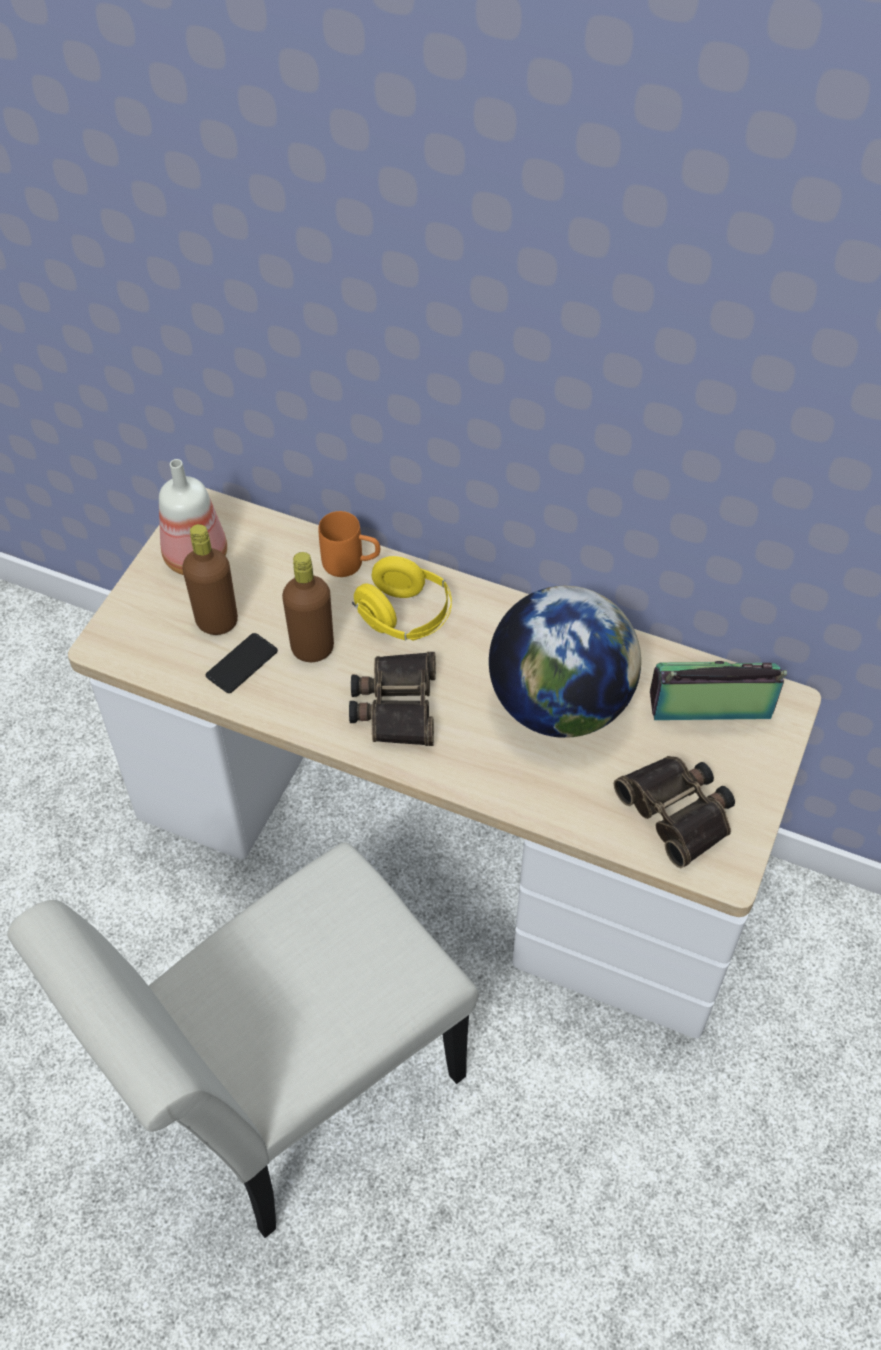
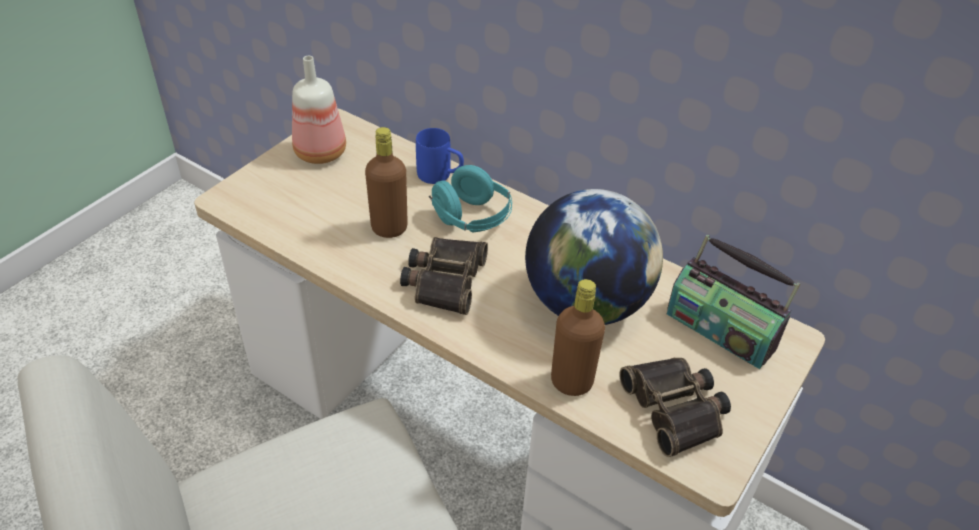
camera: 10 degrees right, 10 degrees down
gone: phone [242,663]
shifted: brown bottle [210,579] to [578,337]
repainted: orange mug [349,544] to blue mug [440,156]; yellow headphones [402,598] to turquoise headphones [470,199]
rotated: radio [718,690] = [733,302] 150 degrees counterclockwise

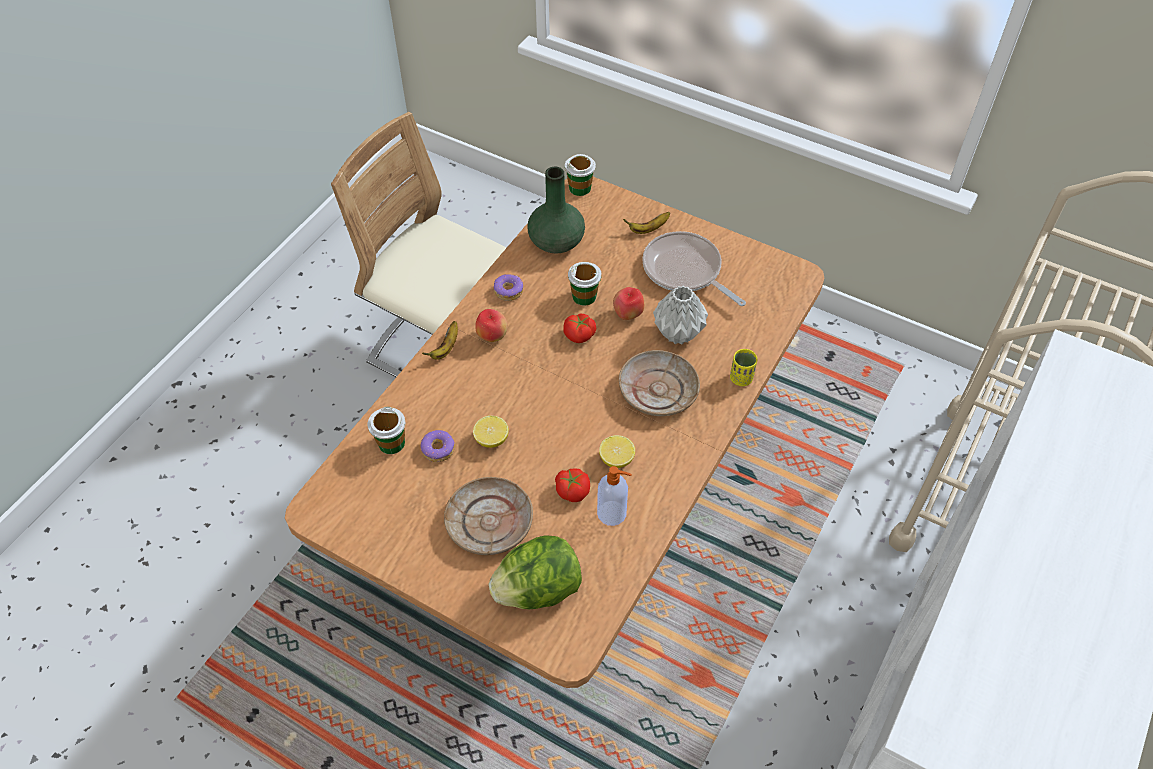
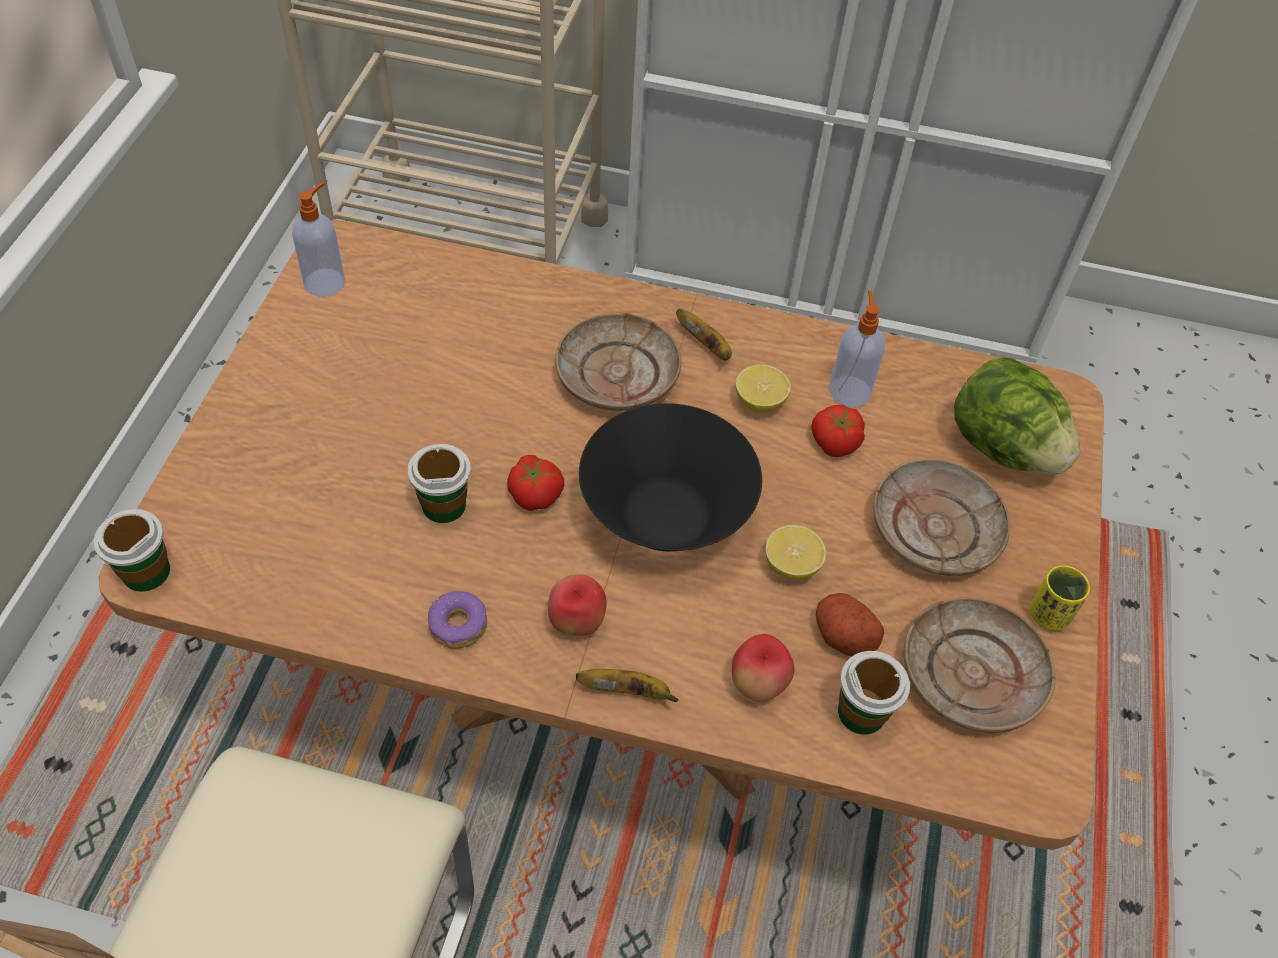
camera: 110 degrees left, 0 degrees up
gone: green vase [556,210]; frying pan [694,268]; grey vase [680,315]
new: soap dispenser [318,239]; black bowl [670,477]; beige plate [980,665]
shifted: banana [646,223] to [704,335]; apple [628,303] to [763,668]; yellow cup [744,367] to [1060,598]
swapped: donut [438,446] to potato [850,625]

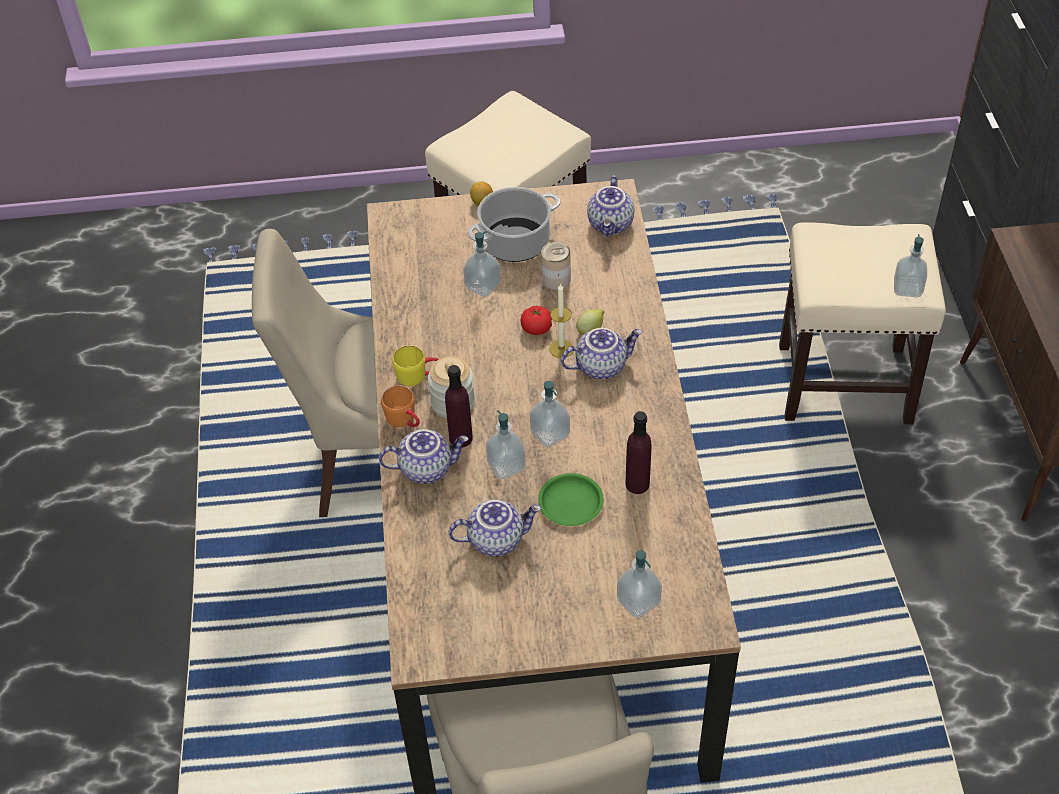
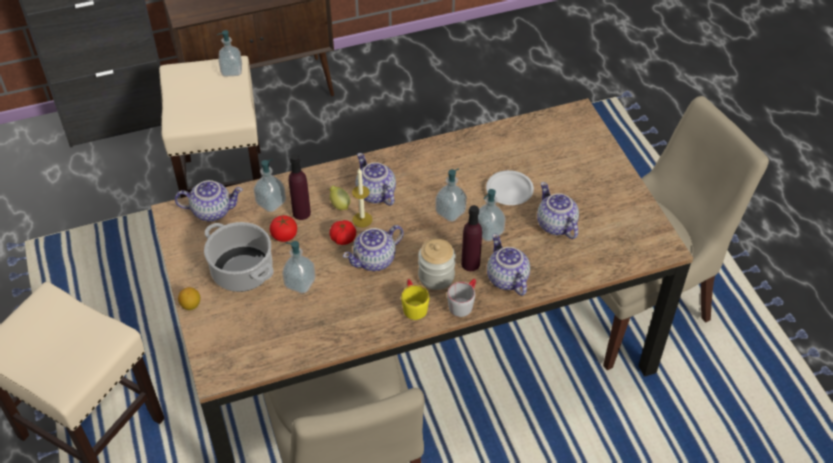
camera: 105 degrees left, 0 degrees up
new: teapot [373,248]
shifted: soap dispenser [639,584] to [270,185]; purple bottle [638,452] to [300,187]
swapped: can [556,266] to tomato [283,228]
repainted: orange mug [400,406] to grey mug [461,298]; green plate [571,499] to white plate [510,187]

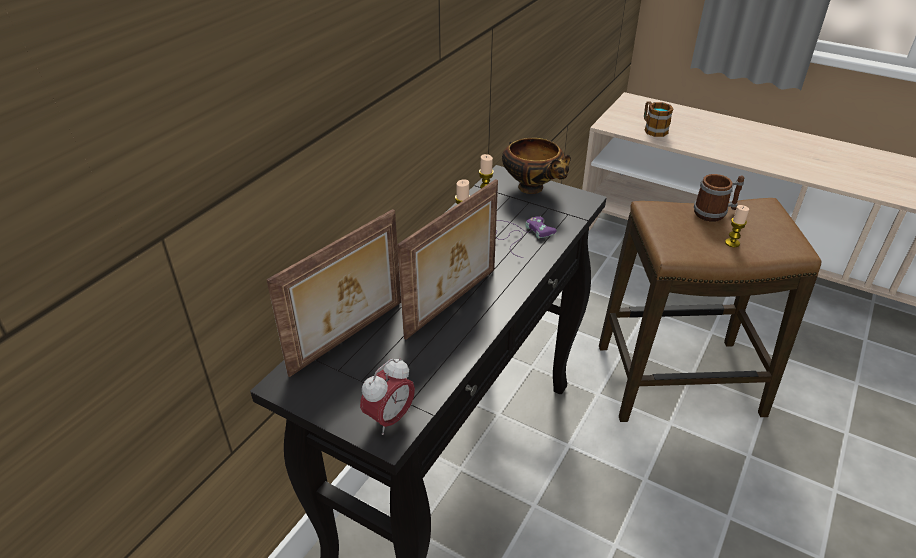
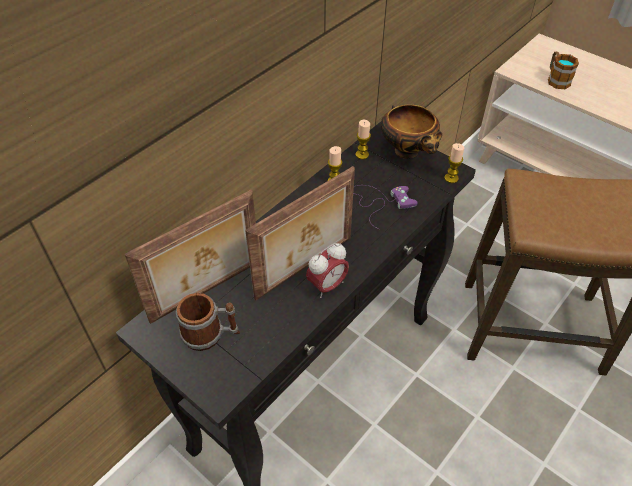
camera: 10 degrees right, 10 degrees up
shifted: mug [719,198] to [208,322]; alarm clock [387,396] to [327,270]; candle [737,226] to [454,163]

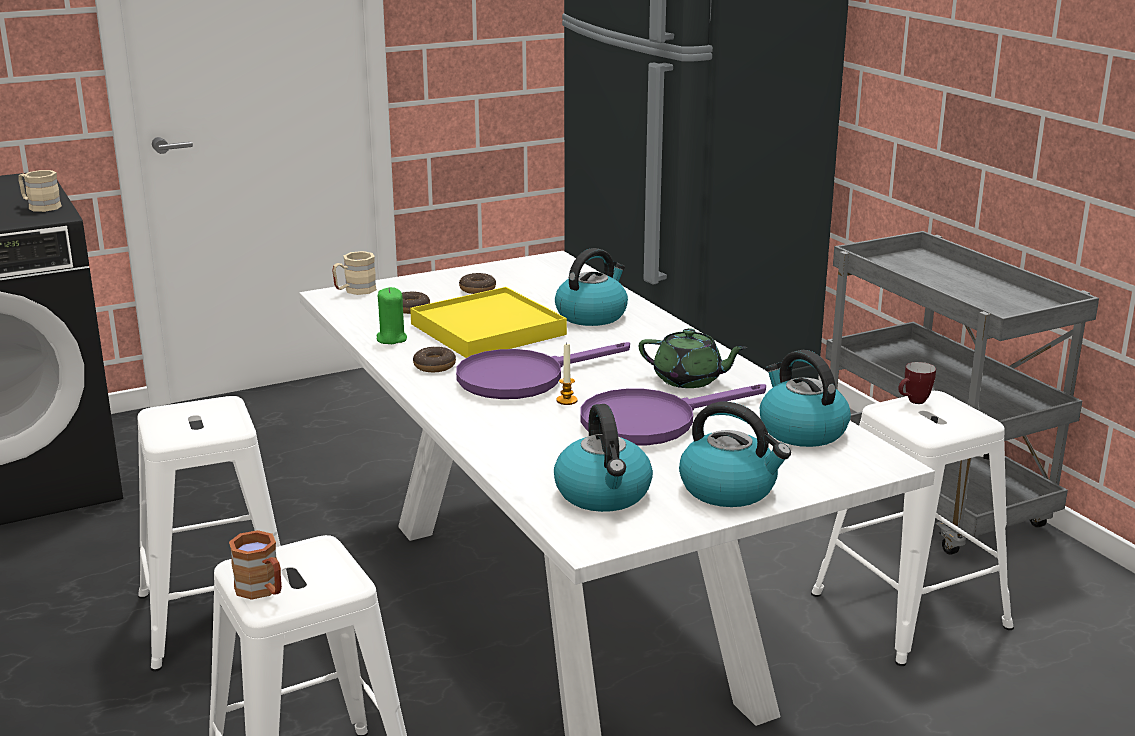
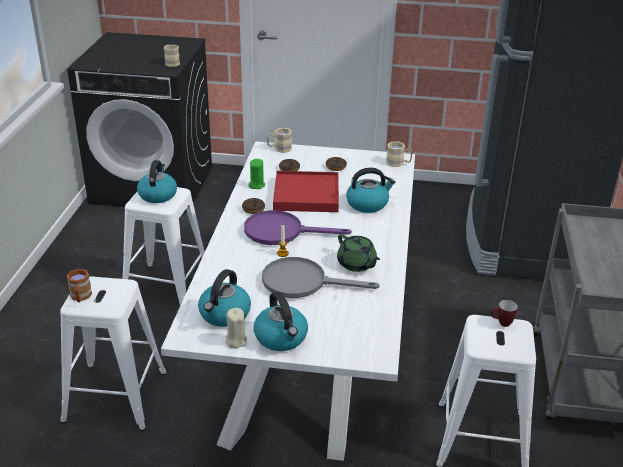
camera: 35 degrees right, 10 degrees up
new: beige candle [236,328]; beige mug [399,154]
shifted: kettle [805,398] to [157,181]
repainted: purple frying pan [673,414] to grey frying pan [321,277]; yellow tray [488,322] to red tray [306,191]

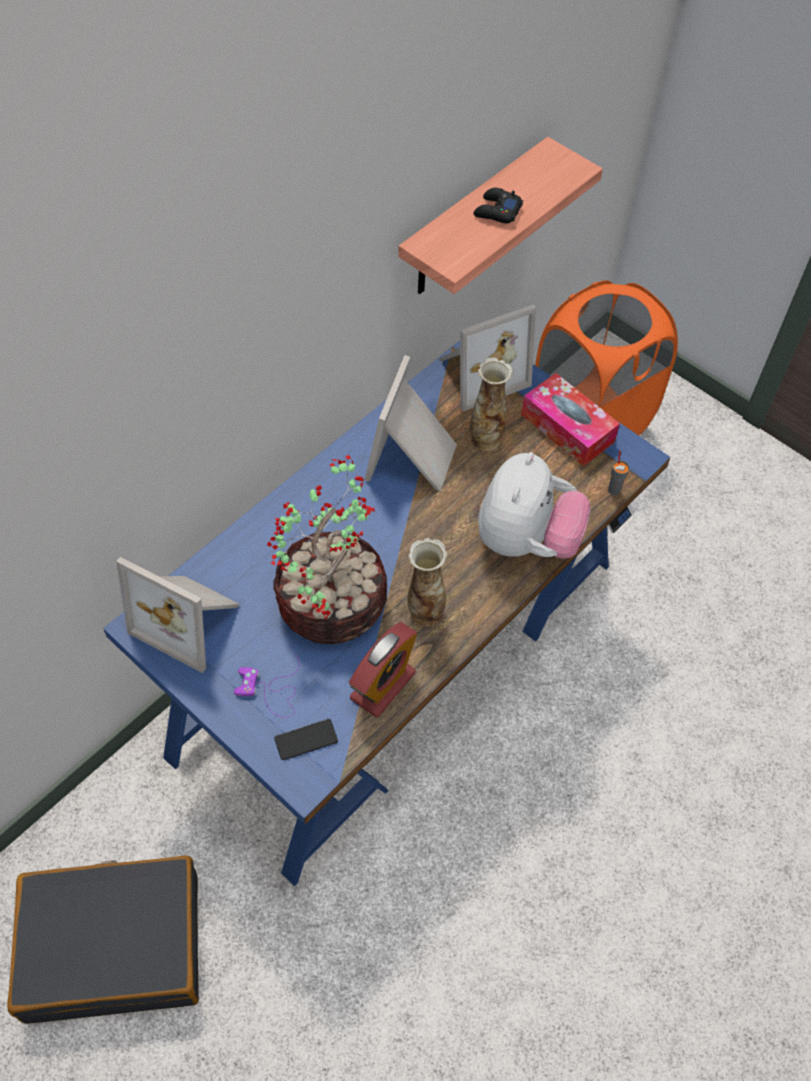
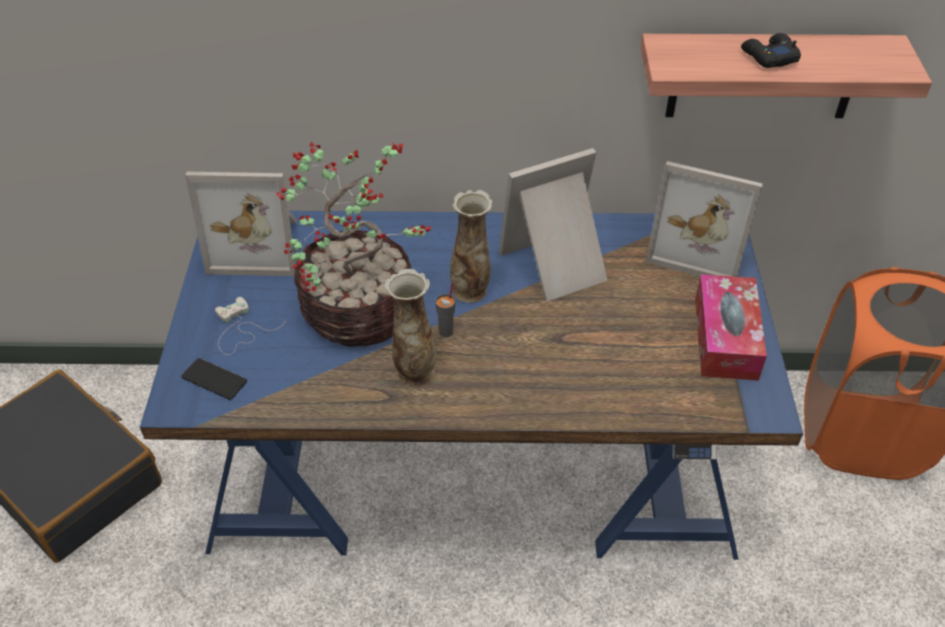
camera: 50 degrees right, 10 degrees down
gone: alarm clock [383,670]; plush toy [534,505]
shifted: grey cup [619,472] to [445,310]; vase [491,404] to [471,246]
repainted: purple game controller [266,687] to white game controller [250,326]
rotated: picture frame [178,615] = [241,224] 75 degrees counterclockwise

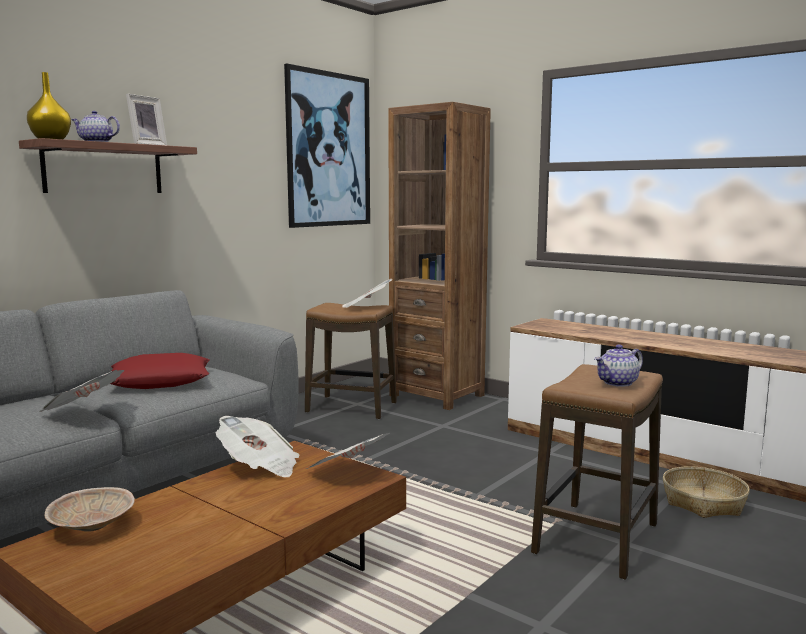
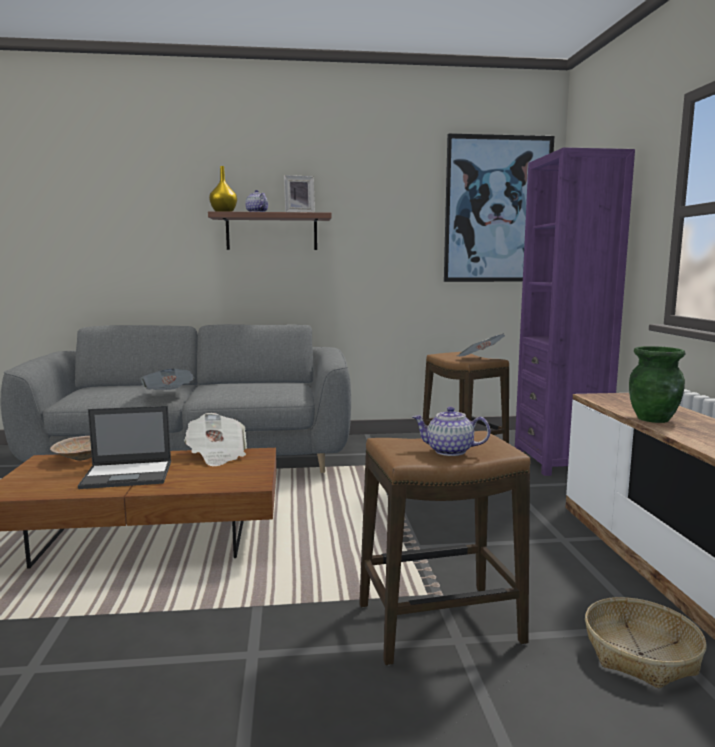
camera: 45 degrees right, 0 degrees up
gone: red pillow [160,371]; newspaper [348,451]
new: laptop [124,447]; green vase [657,384]
repainted: brown bookcase [439,256] to purple bookcase [575,311]

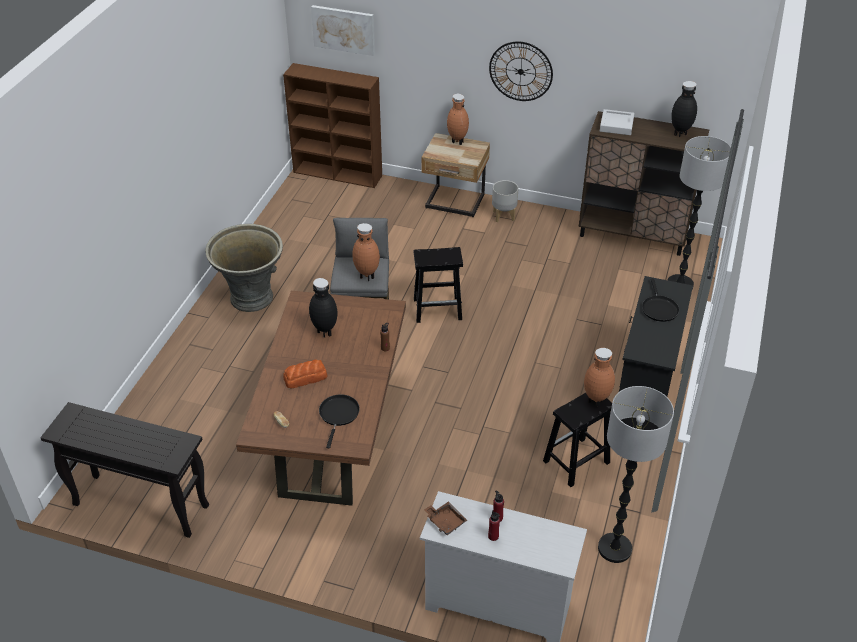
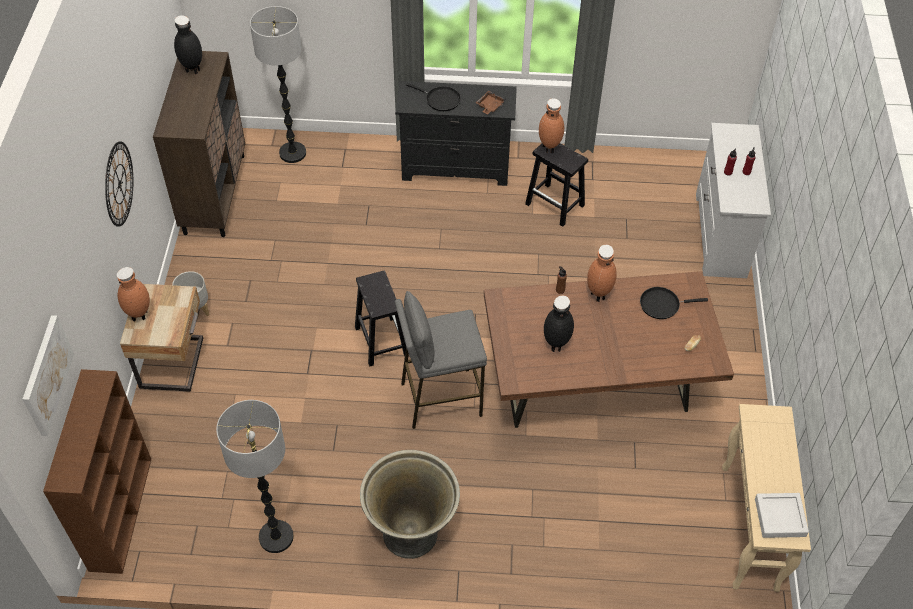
camera: 105 degrees left, 10 degrees up
gone: bread [305,373]
shifted: floor lamp [636,474] to [255,476]; brown tray [445,518] to [491,102]; brown vase [366,252] to [602,273]; grey tray [617,122] to [782,515]
repainted: black console table [124,470] to beige console table [766,498]
rotated: black frying pan [660,300] = [433,97] 45 degrees clockwise

